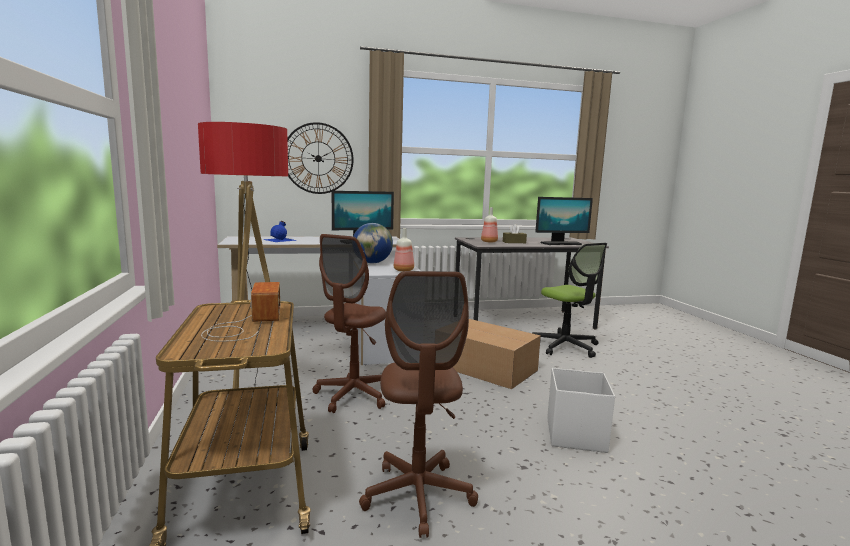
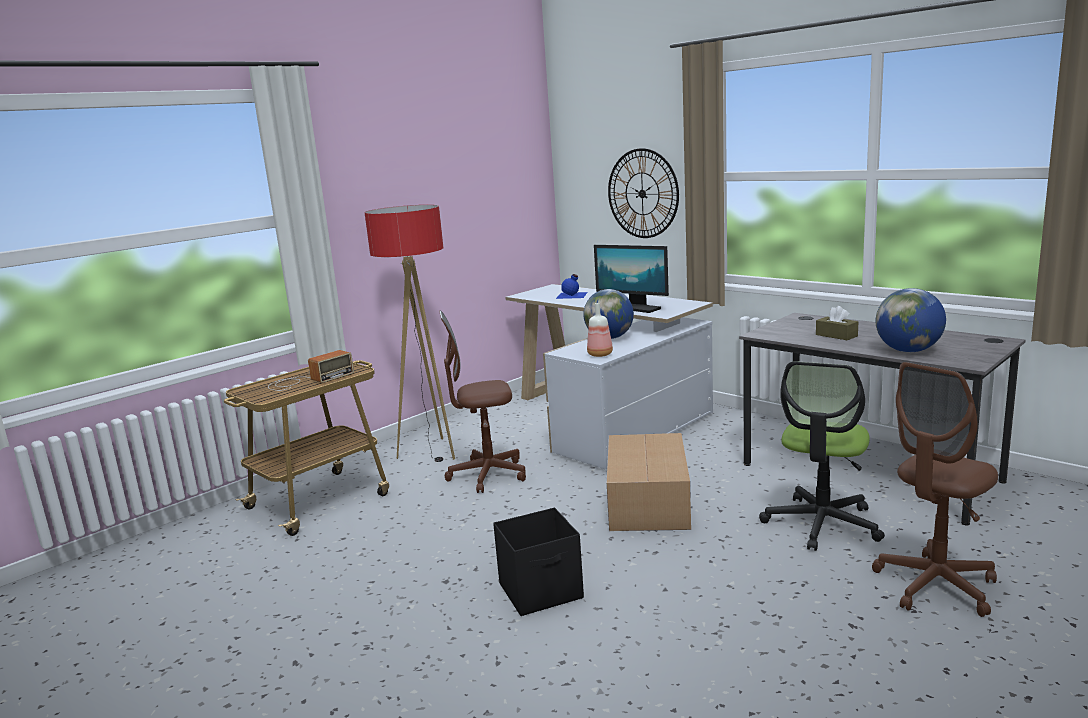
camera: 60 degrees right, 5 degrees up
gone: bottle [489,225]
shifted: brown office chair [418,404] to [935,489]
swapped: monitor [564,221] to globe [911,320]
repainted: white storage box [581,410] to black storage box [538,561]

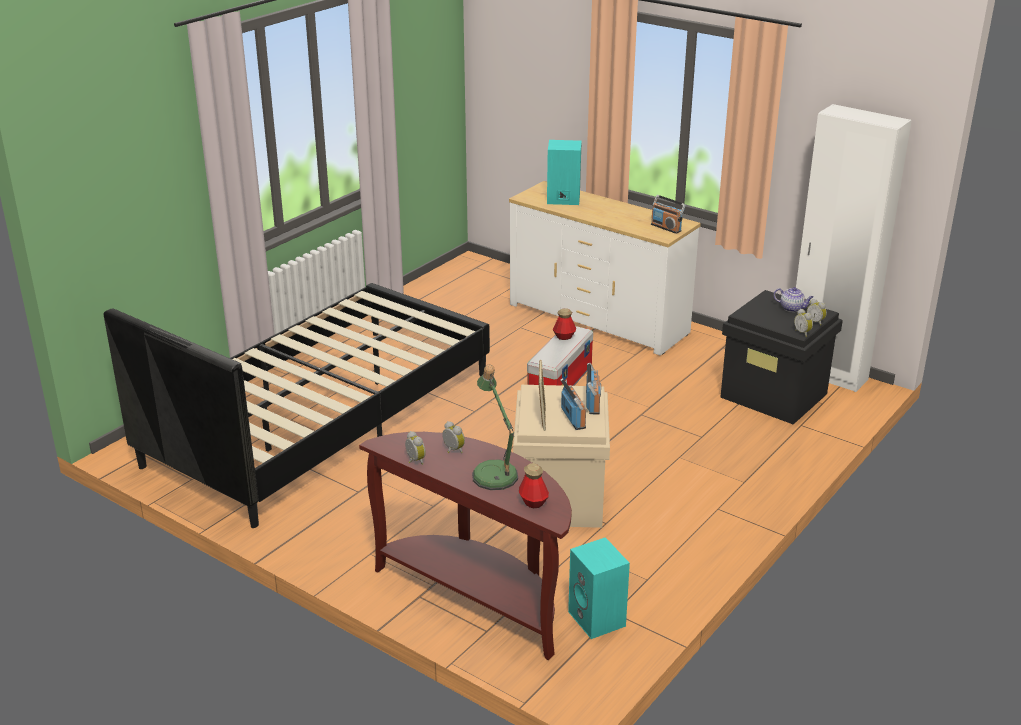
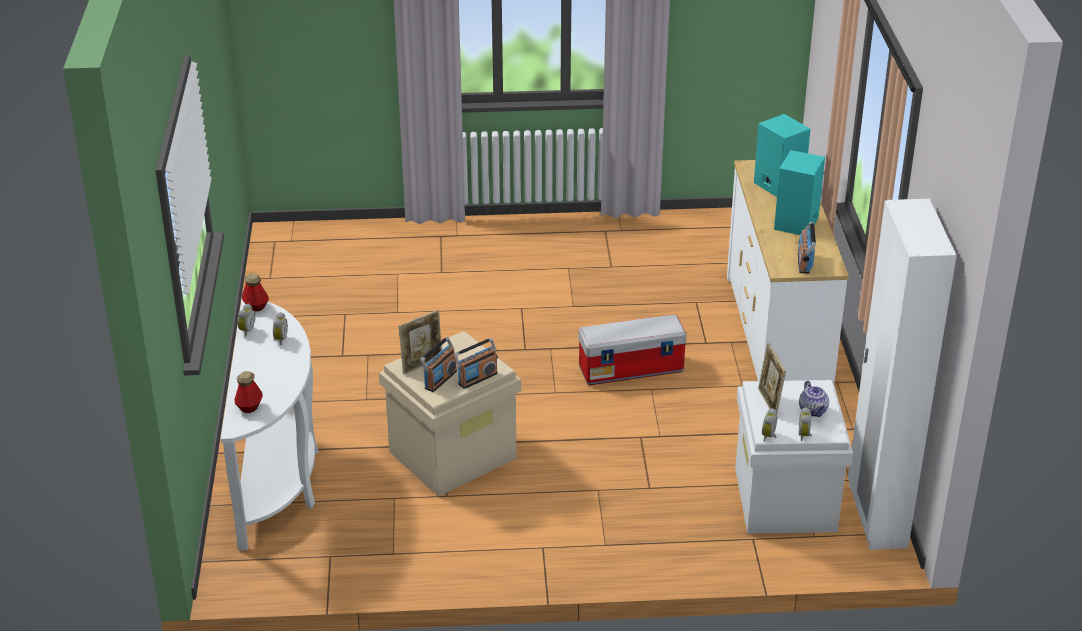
camera: 50 degrees right, 5 degrees up
gone: black bed [297,405]; table lamp [495,427]
new: picture frame [772,377]
shifted: bottle [564,324] to [255,292]; turquoise speaker [599,588] to [799,192]
repainted: brown console table [465,546] to white console table [270,424]; black storage box [781,357] to white storage box [794,457]

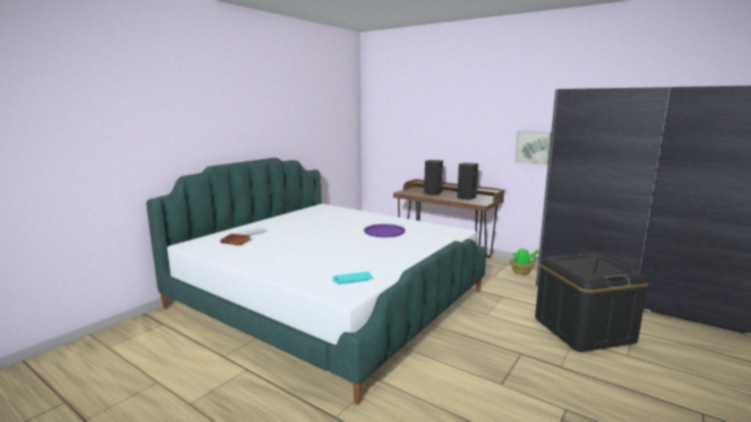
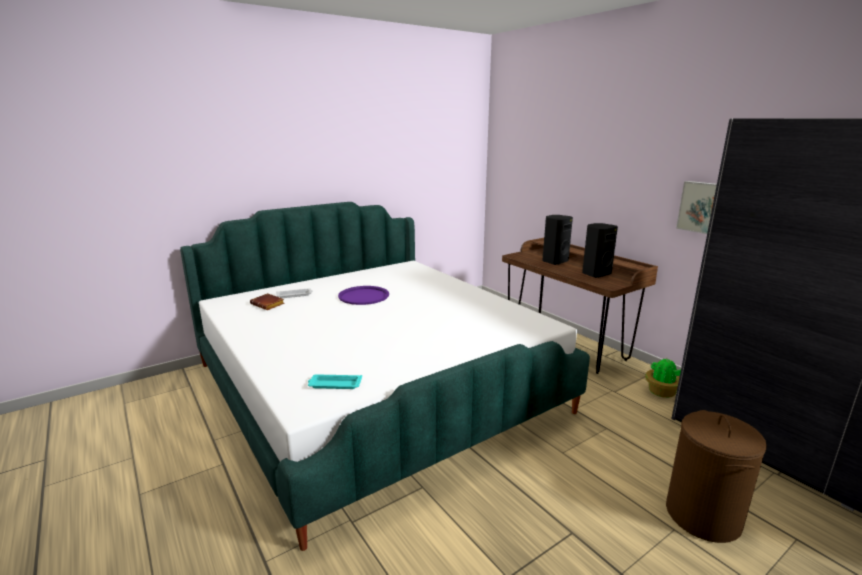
camera: 20 degrees right, 5 degrees up
shifted: purple tray [384,231] to [363,295]
swapped: black storage box [591,302] to brown laundry basket [716,476]

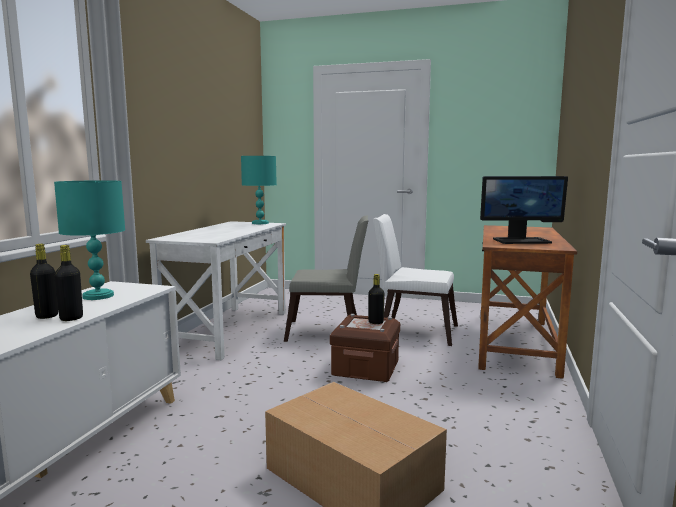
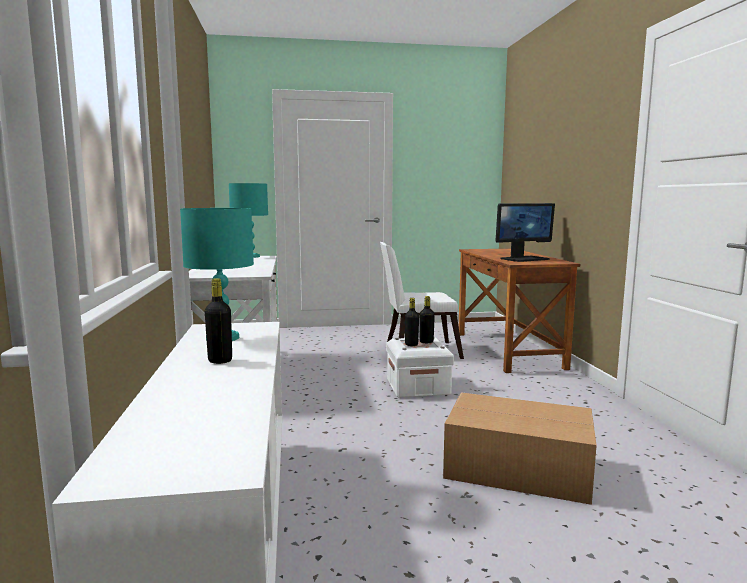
camera: 25 degrees left, 0 degrees up
gone: grey chair [326,278]
shifted: black bottle [68,283] to [412,322]
repainted: brown storage box [365,348] to white storage box [420,367]

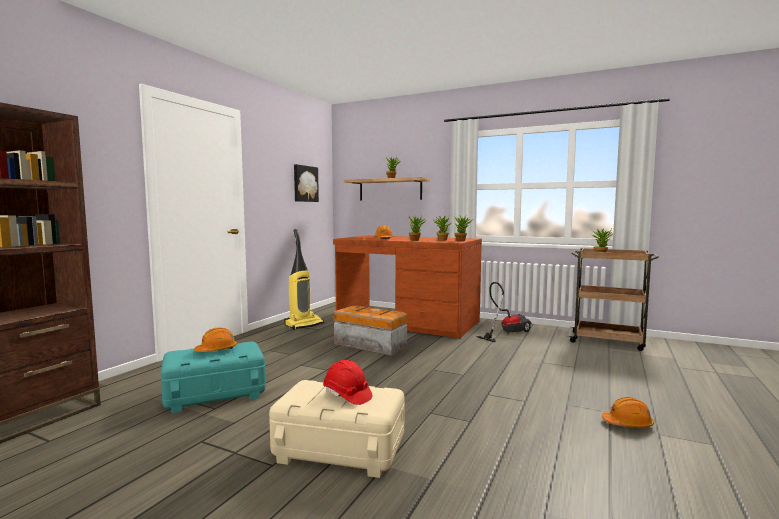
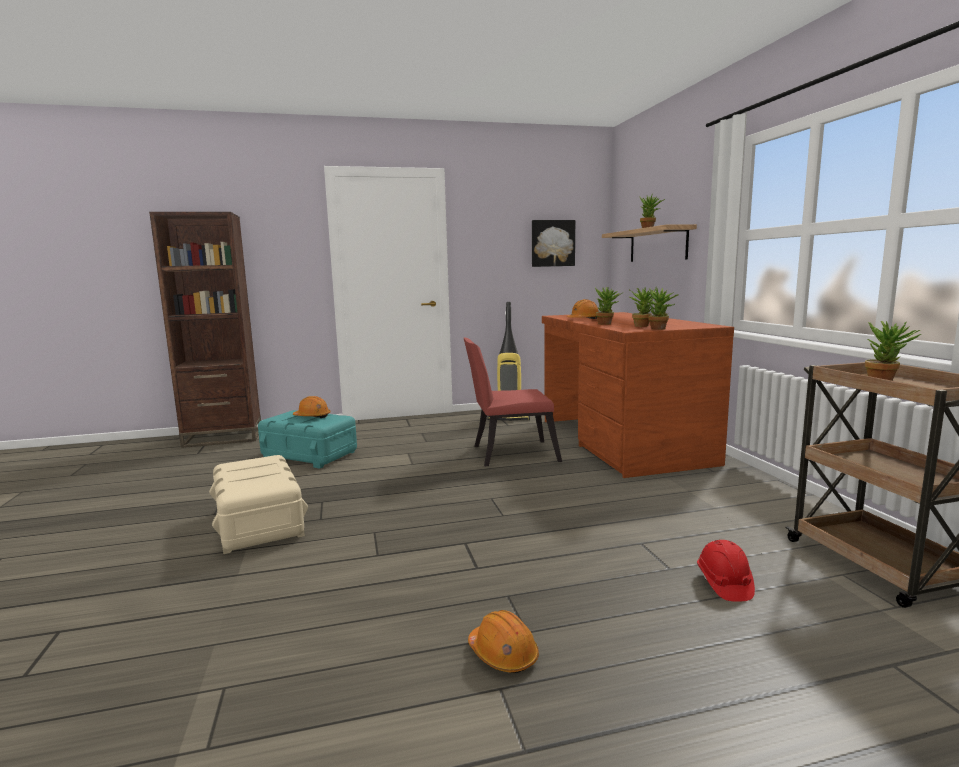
camera: 50 degrees right, 5 degrees up
gone: vacuum cleaner [504,312]
shifted: red hard hat [348,382] to [726,571]
swapped: storage box [370,330] to red chair [513,401]

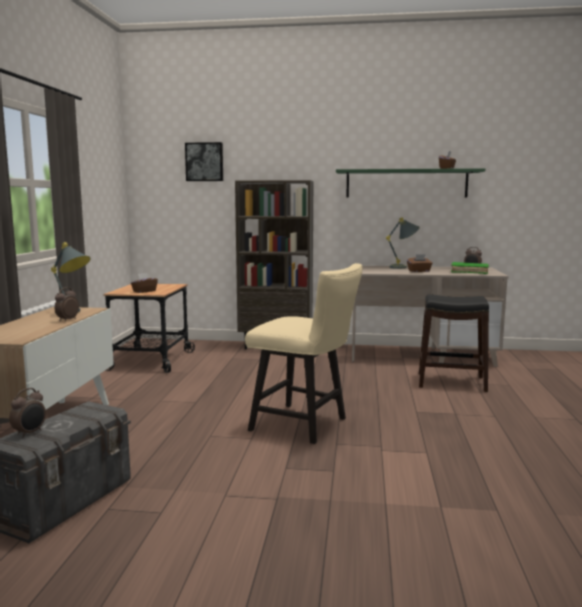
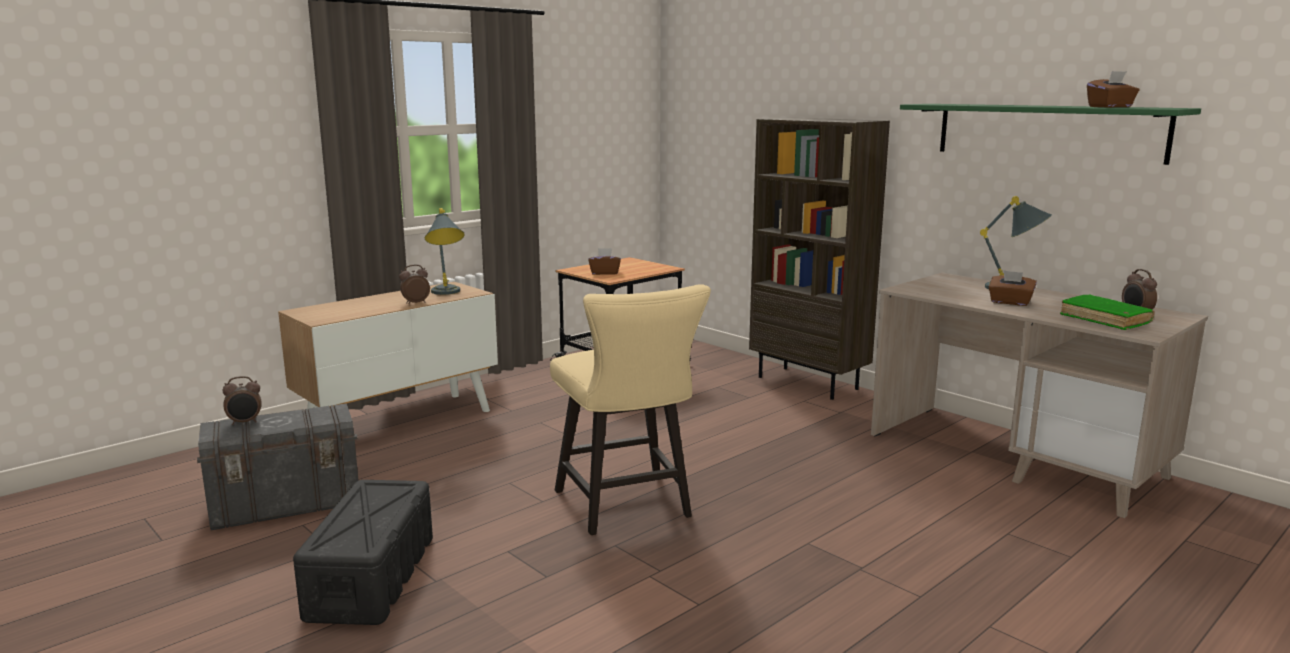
camera: 40 degrees right, 5 degrees up
gone: picture [204,161]; black stool [454,343]
new: black storage box [363,552]

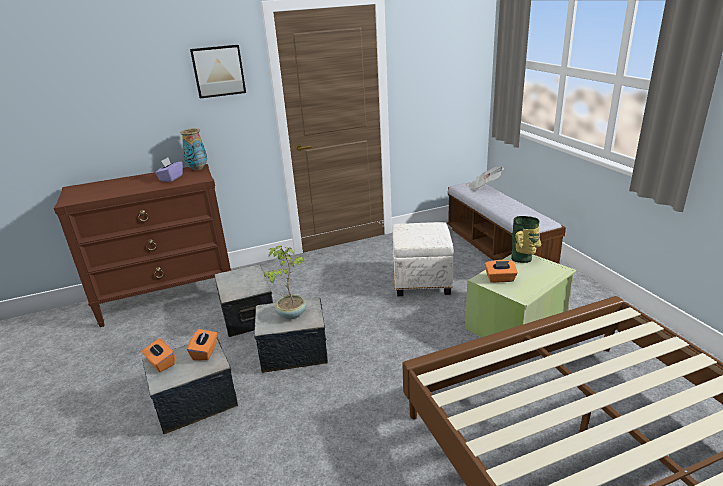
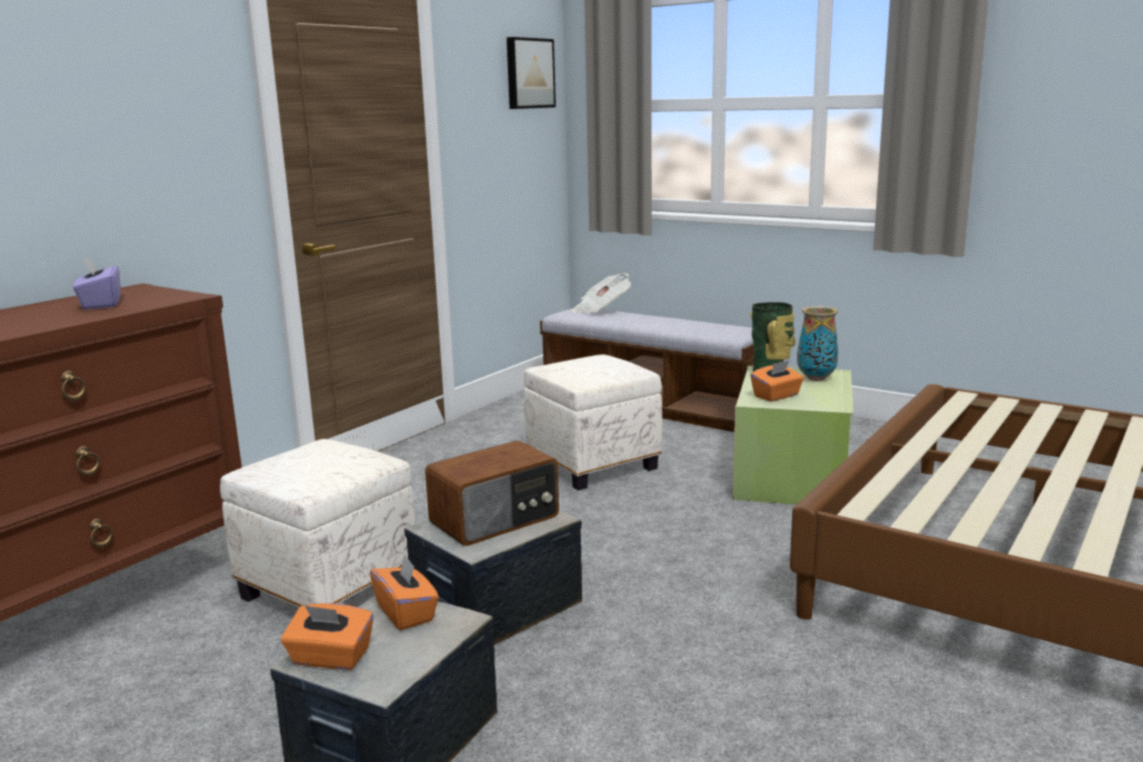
camera: 35 degrees left, 10 degrees down
shifted: picture [218,72] to [531,73]; vase [193,149] to [817,343]
swapped: storage box [243,301] to white ottoman [318,523]; potted plant [285,282] to radio [492,493]

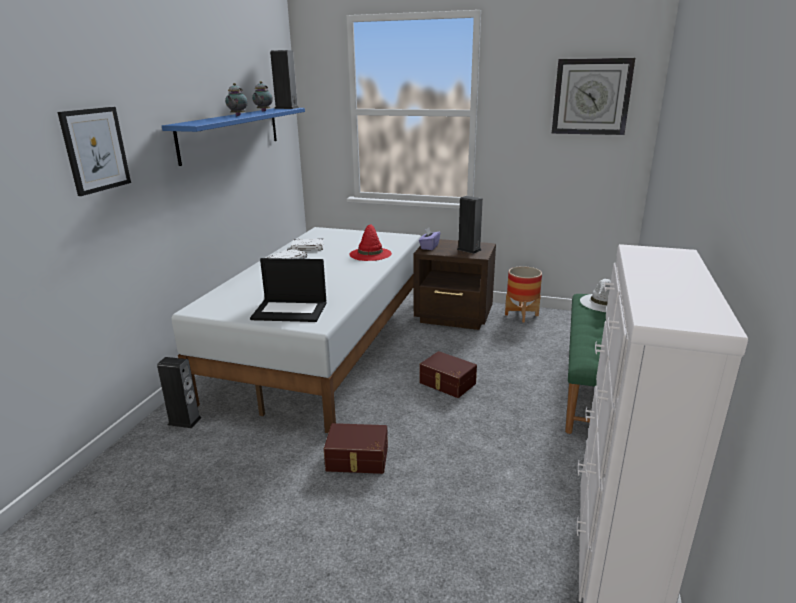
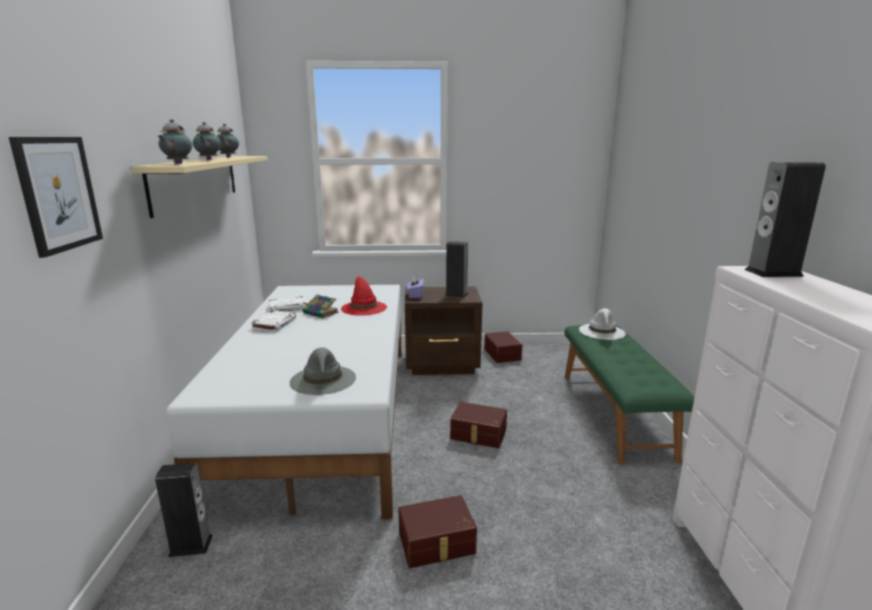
camera: 20 degrees left, 5 degrees down
gone: wall clock [593,96]
new: teapot [175,141]; book [321,306]
shifted: speaker [284,79] to [785,219]
swapped: laptop [288,290] to grey hat [323,371]; planter [523,294] to brown storage box [503,347]
repainted: blue shelf [233,137] to beige shelf [199,187]

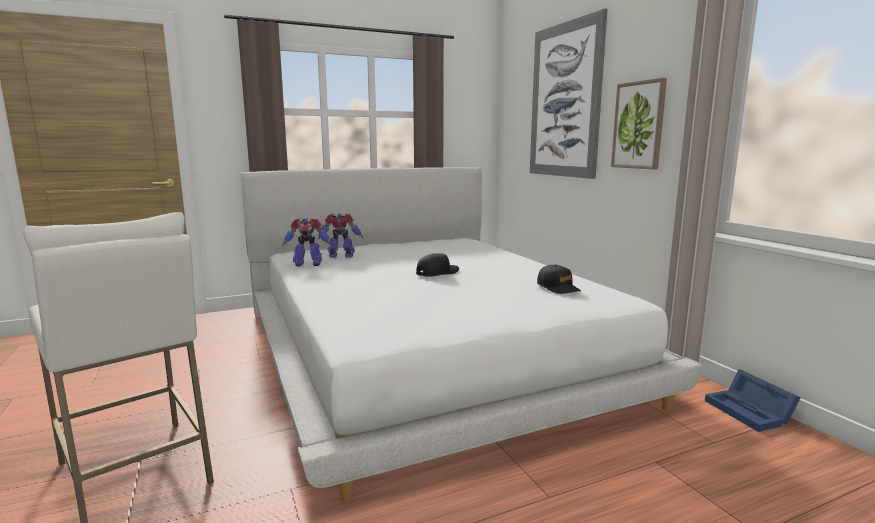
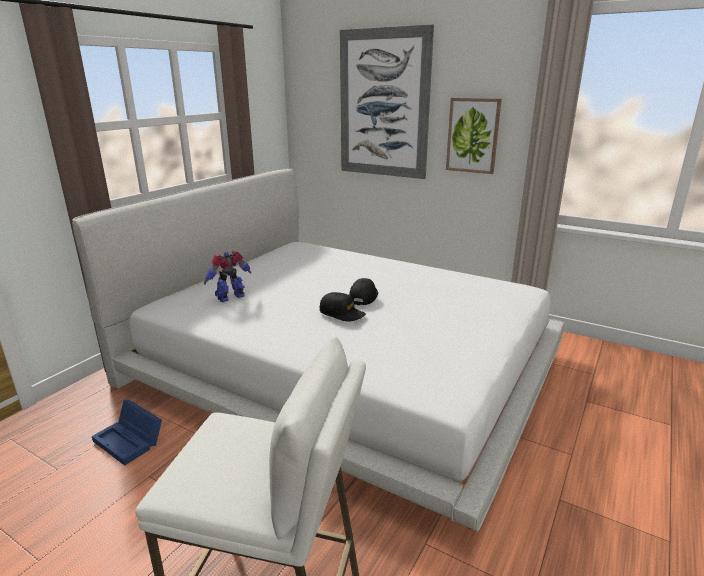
camera: 35 degrees left, 10 degrees up
gone: toy robot [306,242]
shifted: blue storage box [753,400] to [127,432]; black cap [559,279] to [342,307]

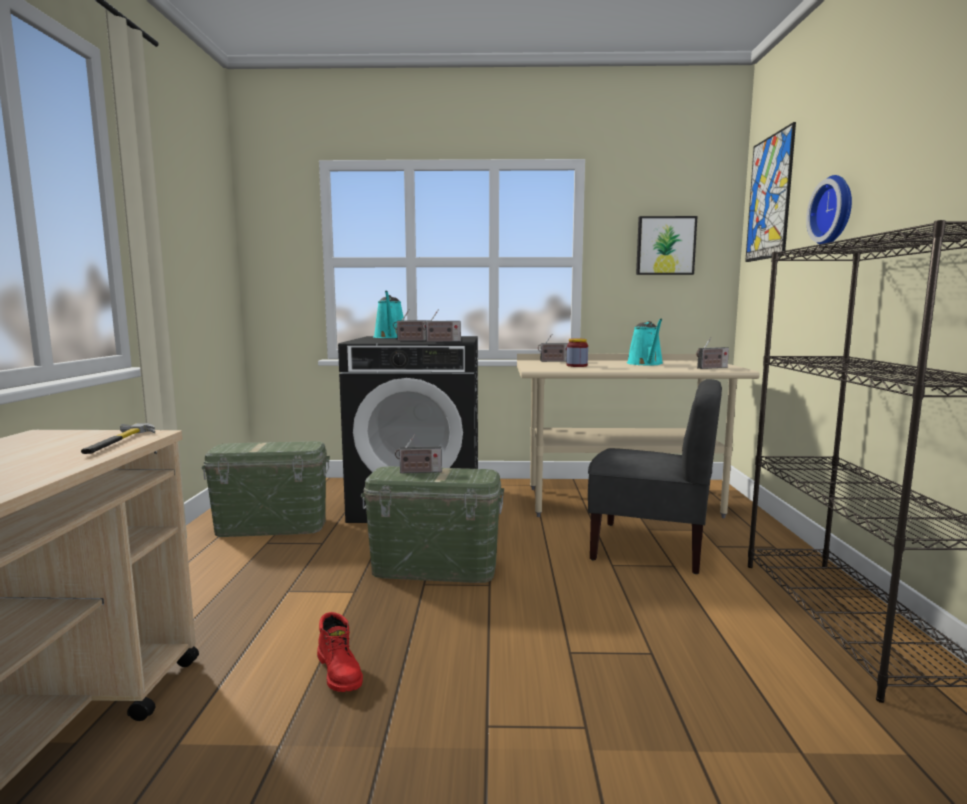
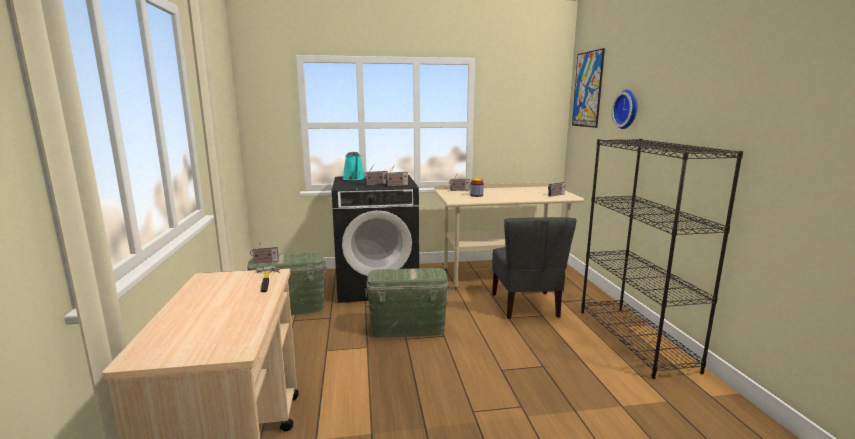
camera: 10 degrees left, 5 degrees up
gone: red boot [340,652]; turquoise watering can [645,342]; picture [667,245]
shifted: radio [418,454] to [264,253]
rotated: grey chair [655,476] = [534,268] 75 degrees clockwise

